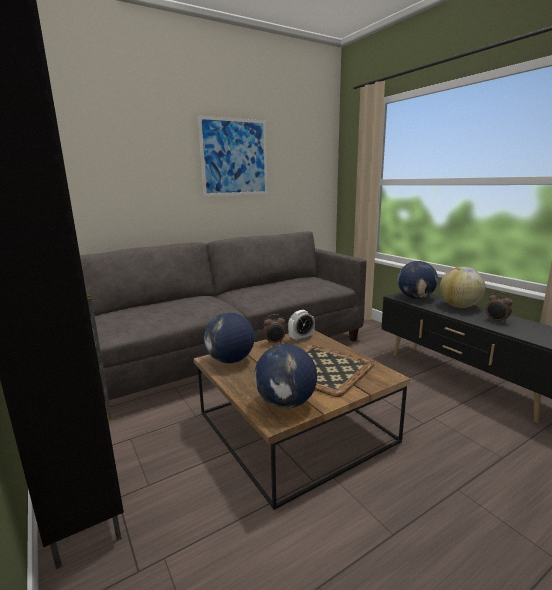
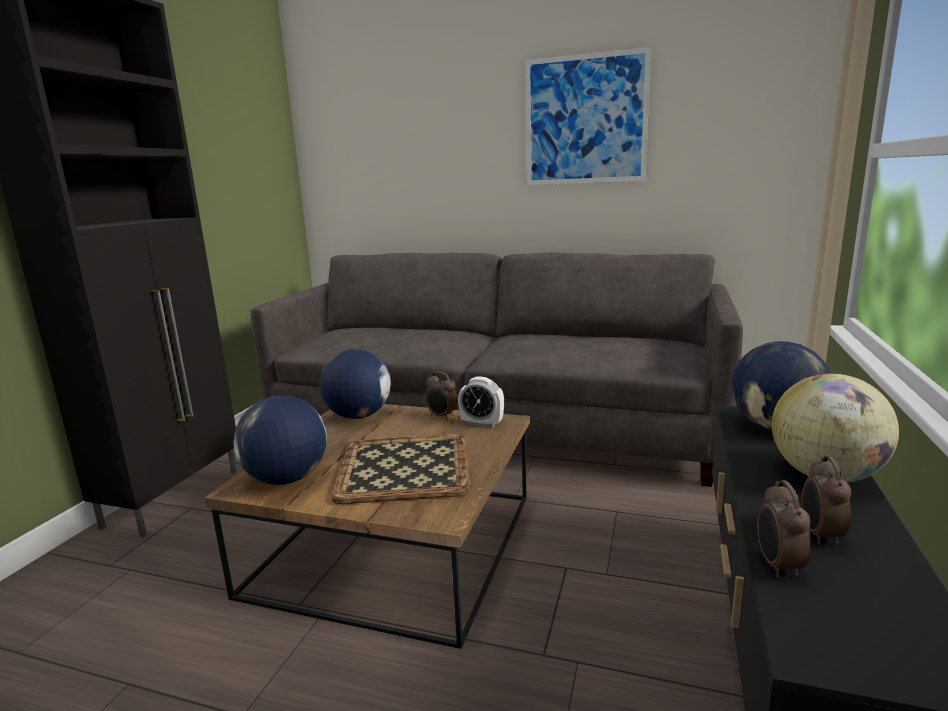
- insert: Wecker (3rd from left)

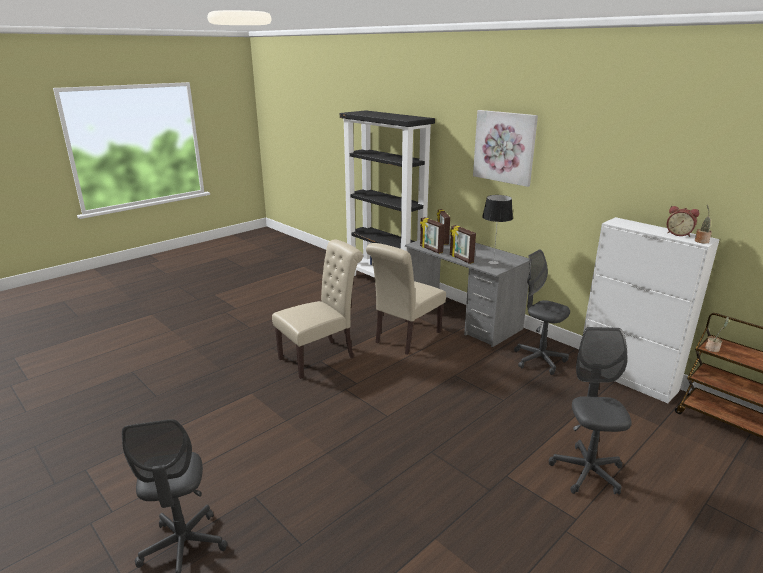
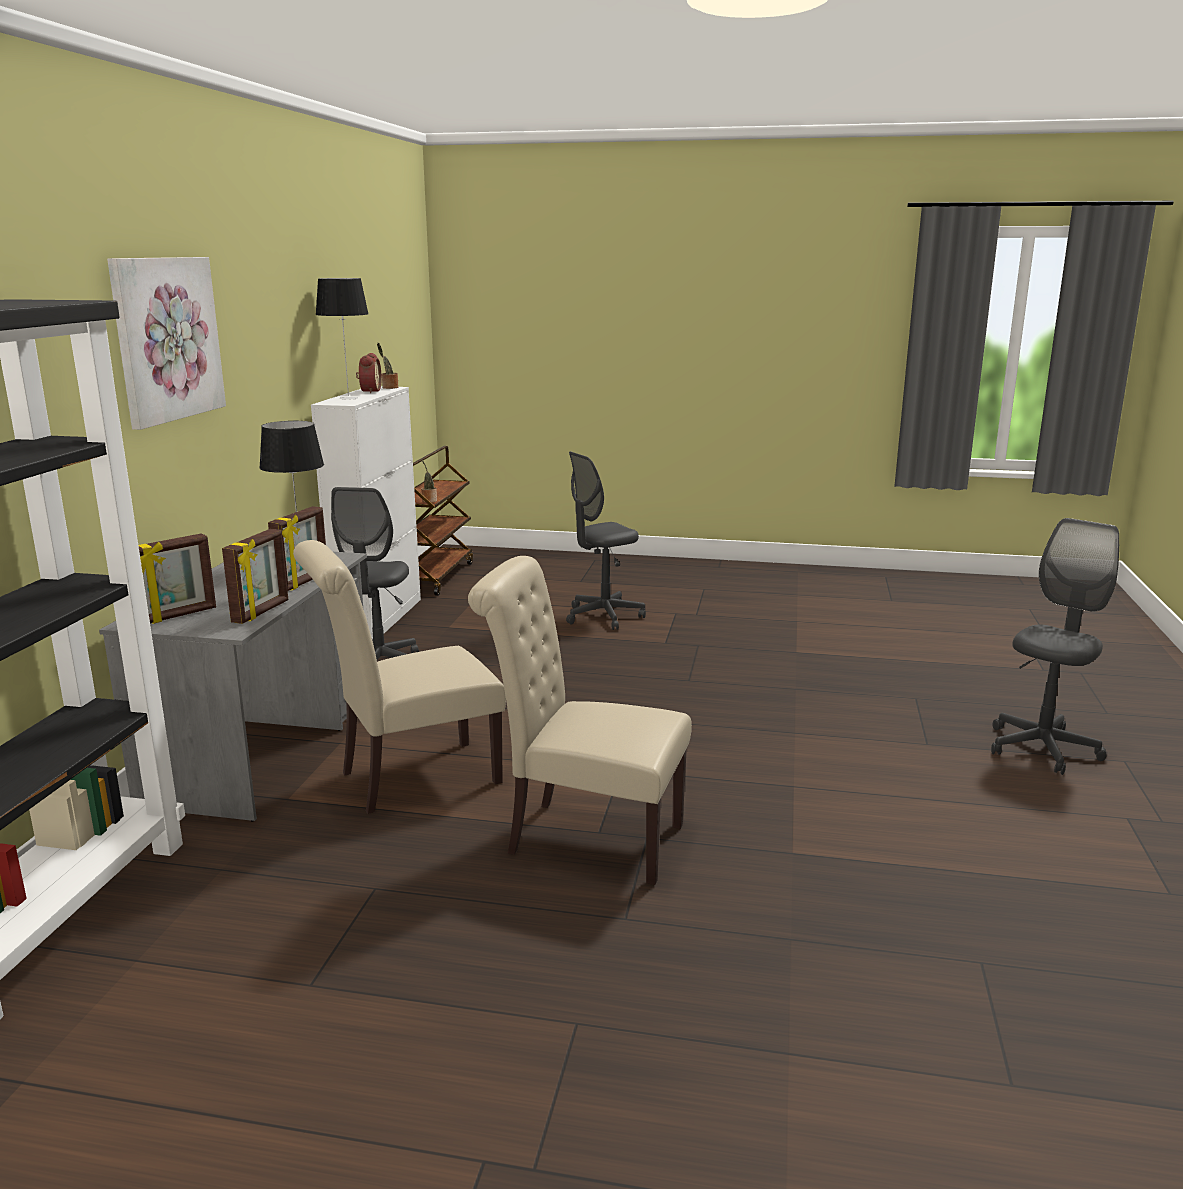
- insert: Tischlampe (2nd from left)
- rotate: Stuhl [beige] (2nd from left in the first image) 150 degrees clockwise

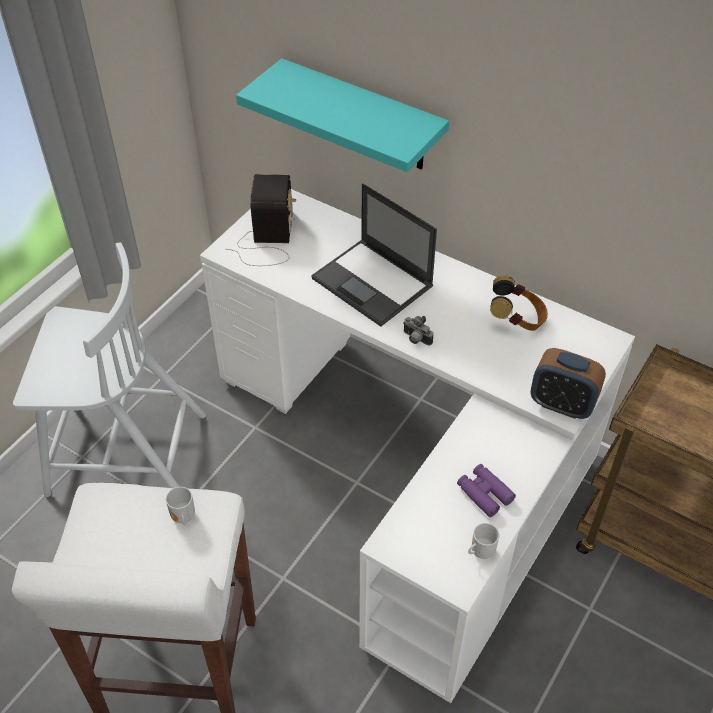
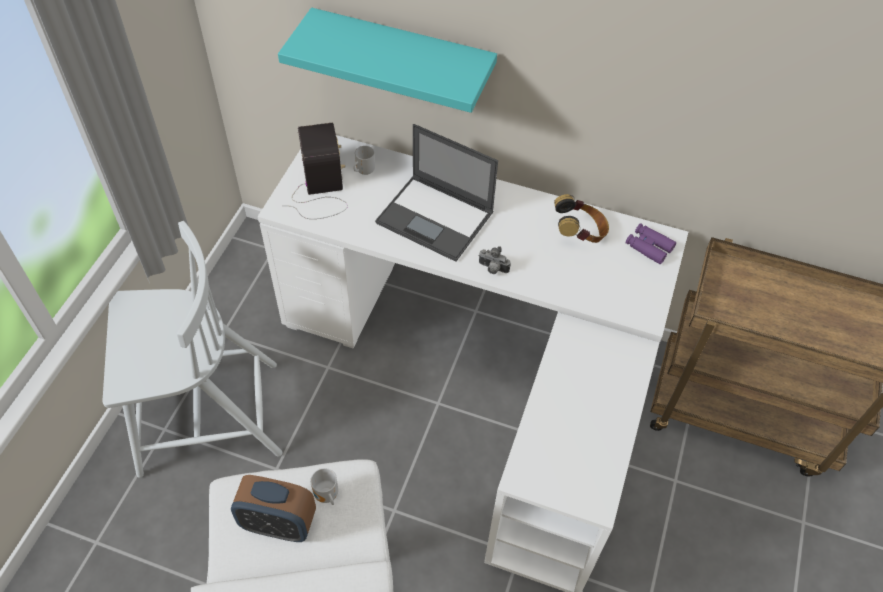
- move: Fernglas [lila]
- move: Henkelbecher (2nd from left)
- move: Wecker

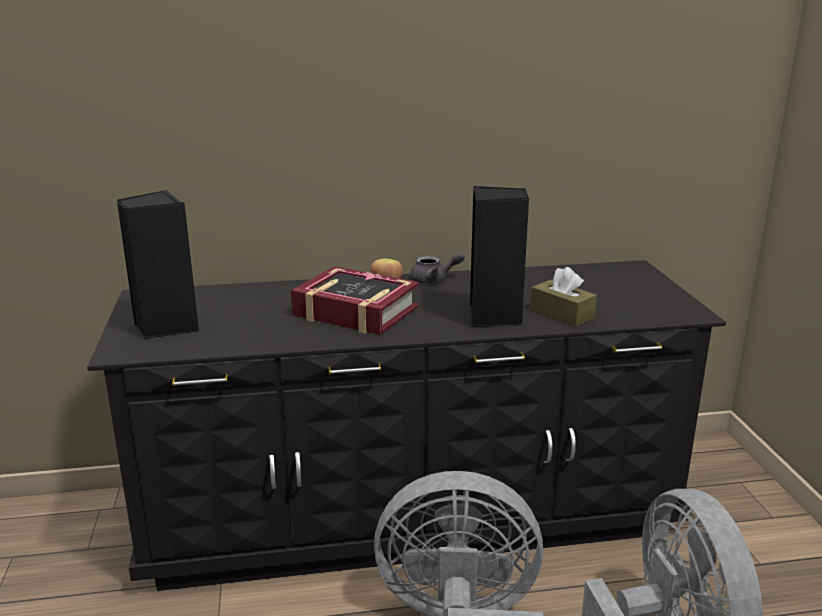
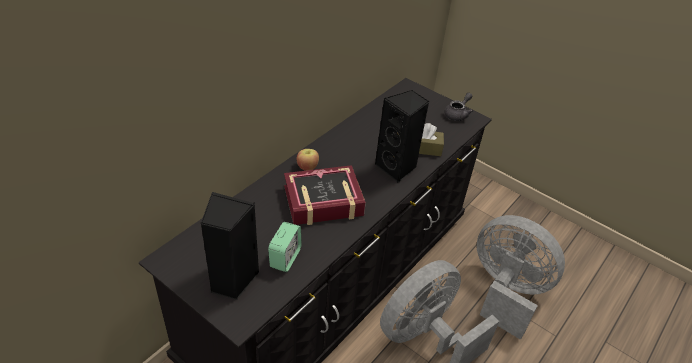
- insert: Wecker
- move: Teekanne [grau]

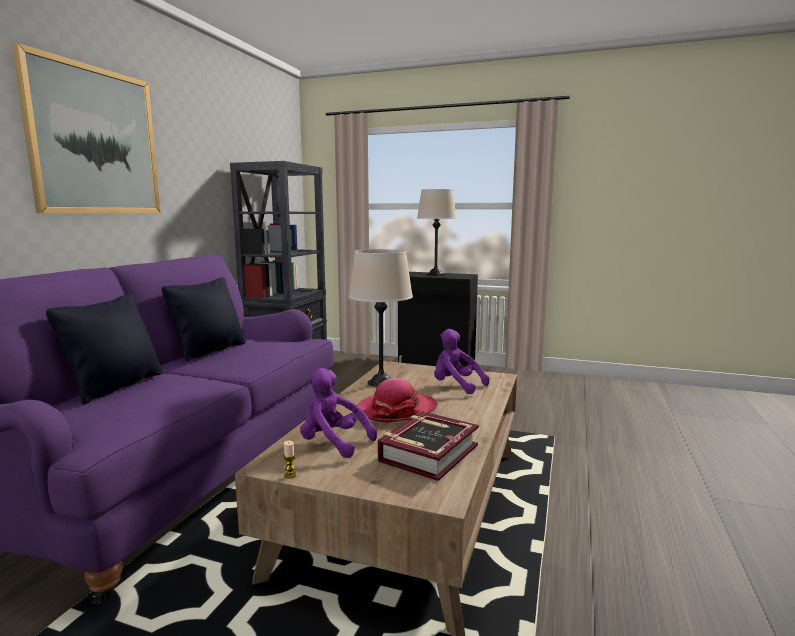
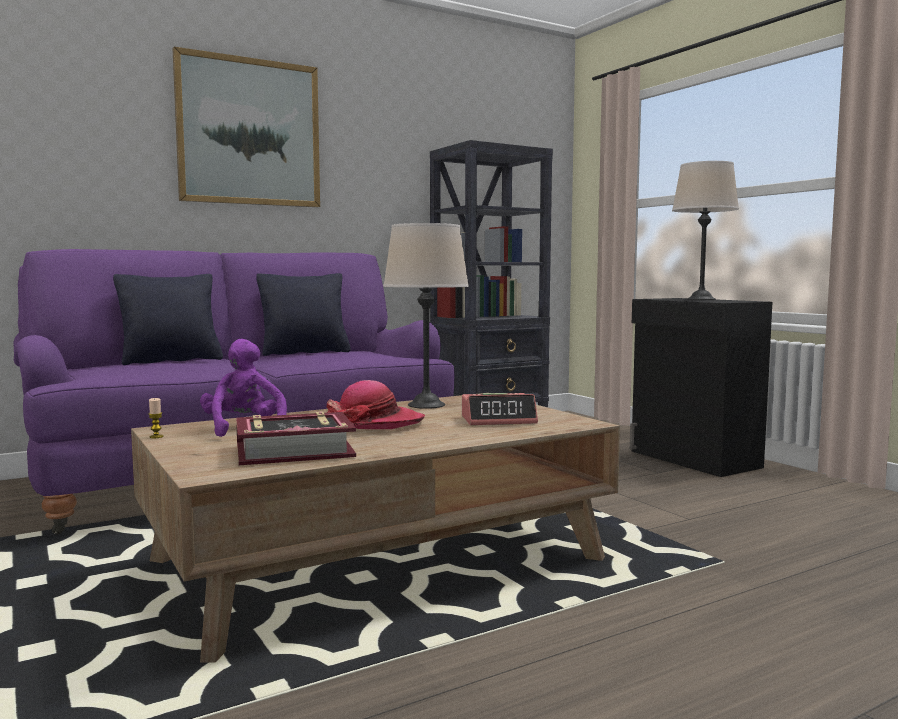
- replace: Plüschtier [lila] (2nd from left) to Wecker

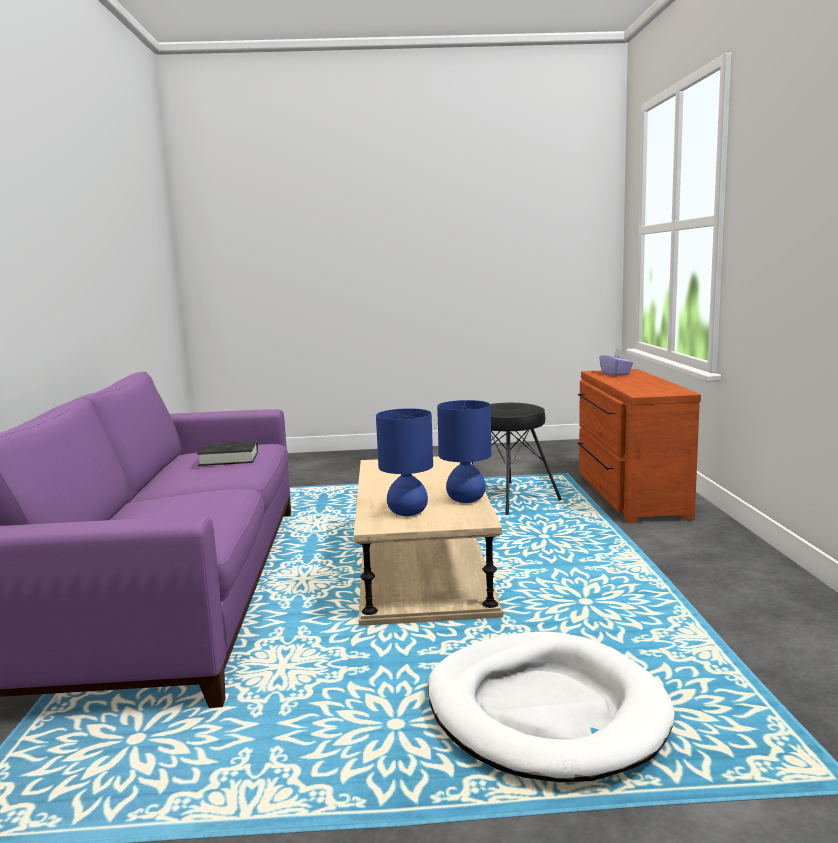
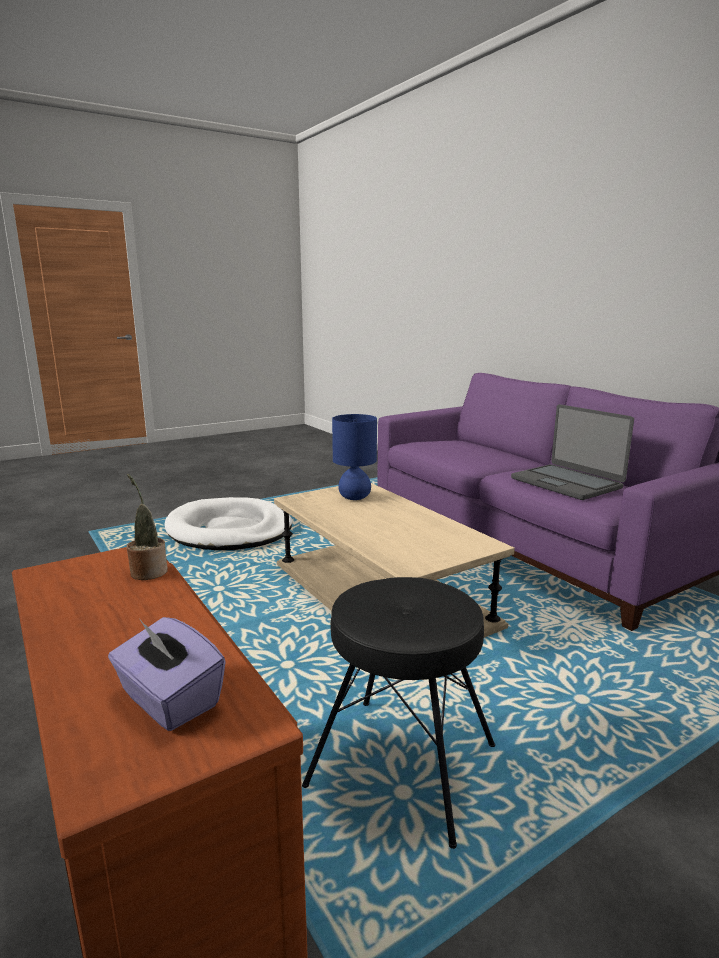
- delete: Tischlampe [blau] (2nd from left)
- insert: Topfpflanze
- replace: Buch [schwarz] to Laptop

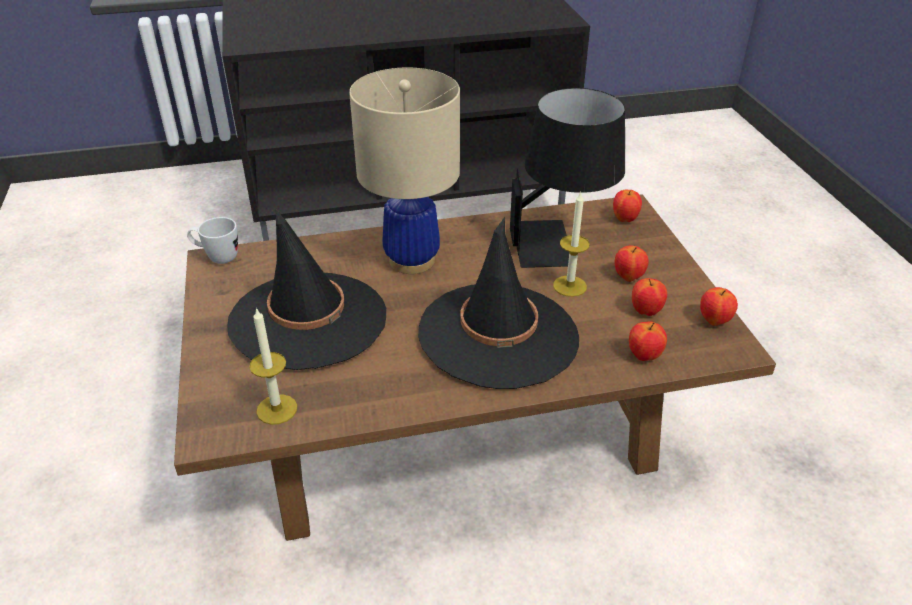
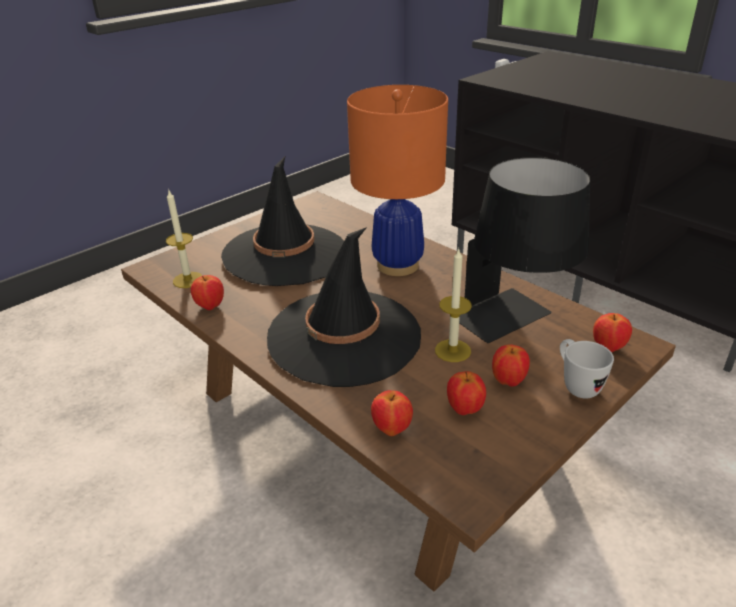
- move: Henkelbecher [weiß]
- move: Apfel (5th from left in the first image) to Apfel (1st from left)
- recolor: Tischlampe [beige] to Tischlampe [orange]

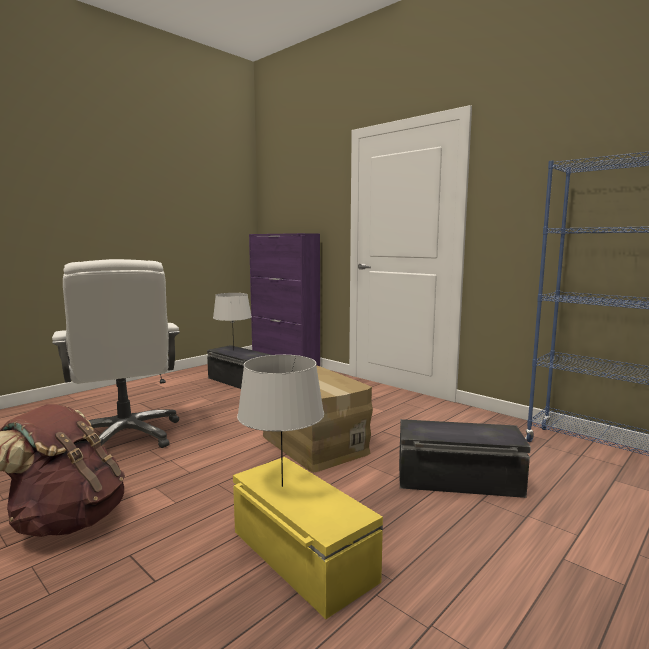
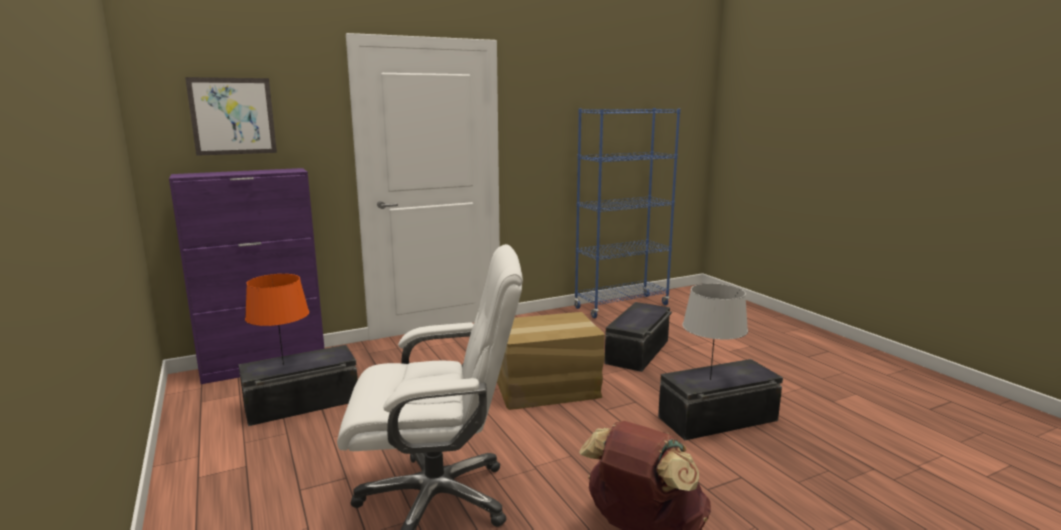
- insert: Bild
- recolor: Tischlampe [grau] (1st from left) to Tischlampe [orange]
- recolor: Aufbewahrungsbox [gelb] to Aufbewahrungsbox [schwarz] (3rd from left)

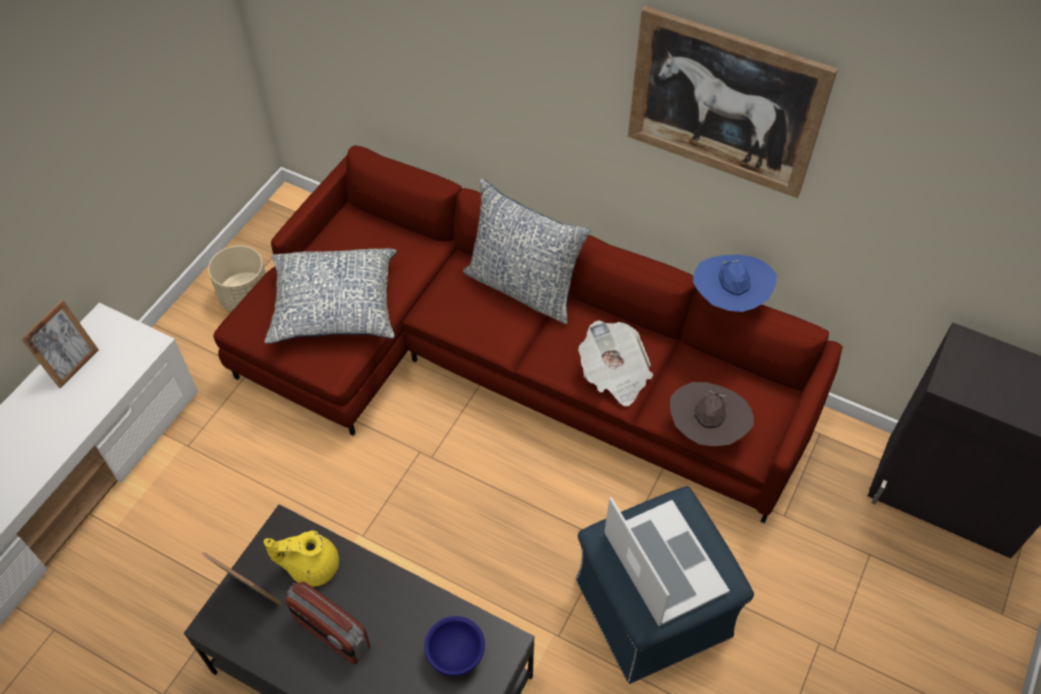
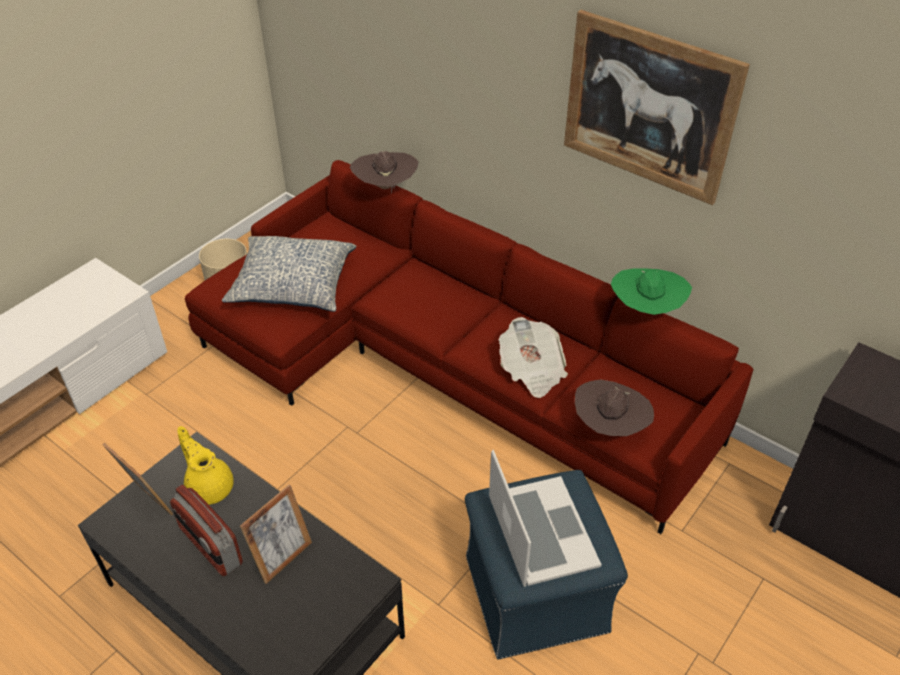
- delete: Schüssel [blau]
- delete: Kissen (2nd from left)
- insert: Hut [braun] (1st from left)
- move: Bilderrahmen (1st from left in the first image) to Bilderrahmen (2nd from left)
- recolor: Hut [blau] to Hut [grün]
- rotate: Teekanne [gelb] 45 degrees clockwise

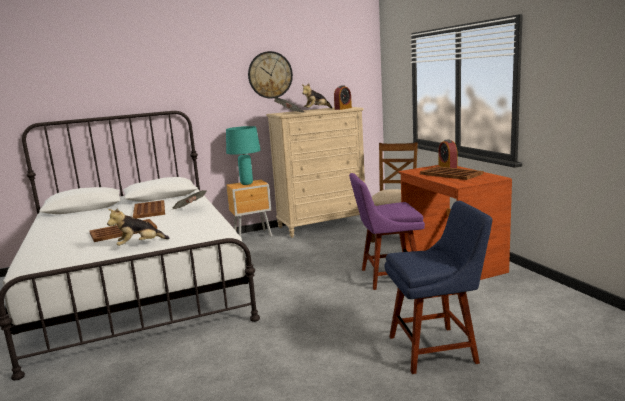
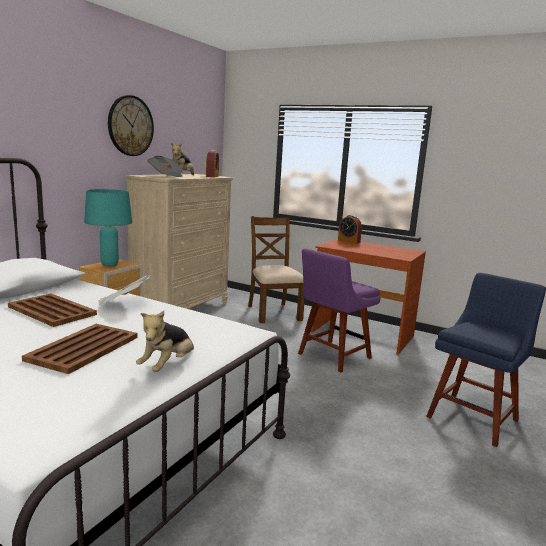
- delete: Tablett [braun] (3rd from left)

